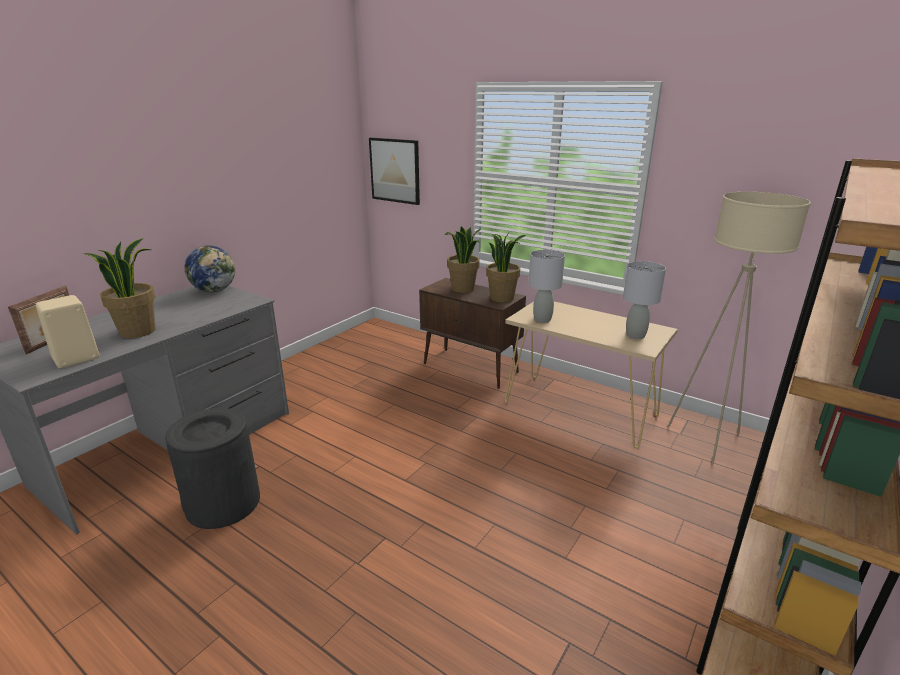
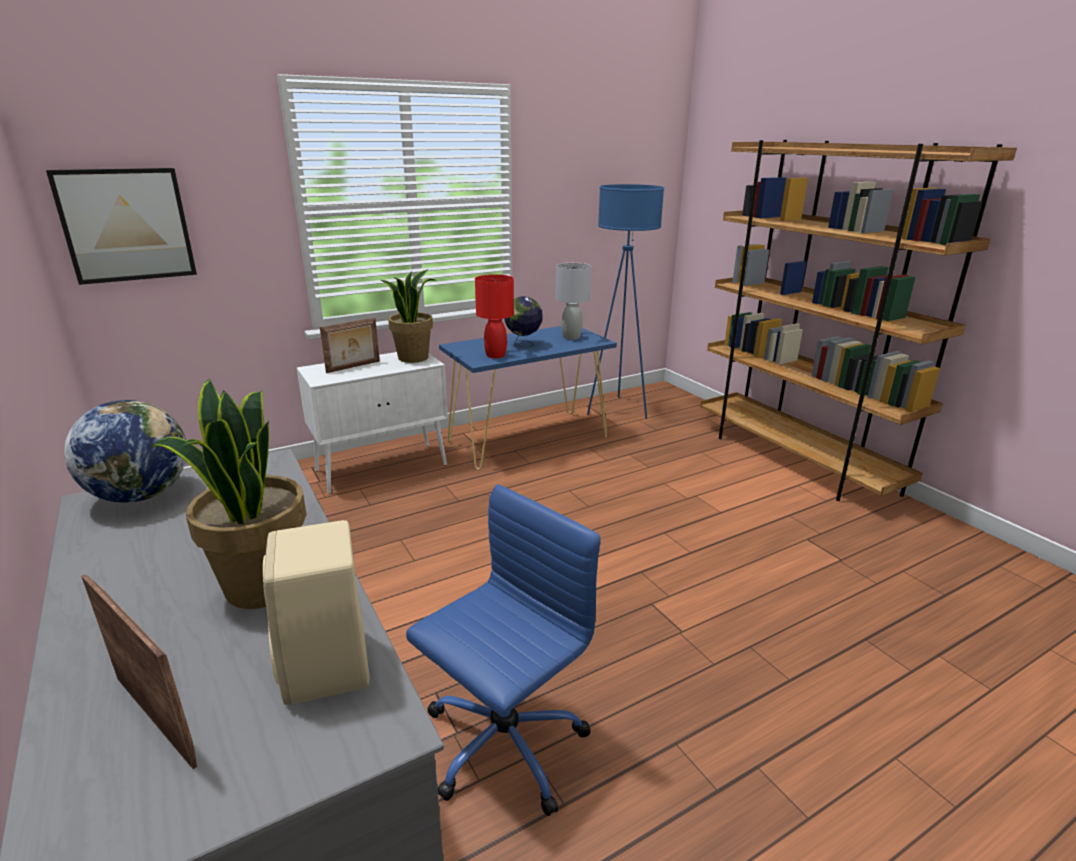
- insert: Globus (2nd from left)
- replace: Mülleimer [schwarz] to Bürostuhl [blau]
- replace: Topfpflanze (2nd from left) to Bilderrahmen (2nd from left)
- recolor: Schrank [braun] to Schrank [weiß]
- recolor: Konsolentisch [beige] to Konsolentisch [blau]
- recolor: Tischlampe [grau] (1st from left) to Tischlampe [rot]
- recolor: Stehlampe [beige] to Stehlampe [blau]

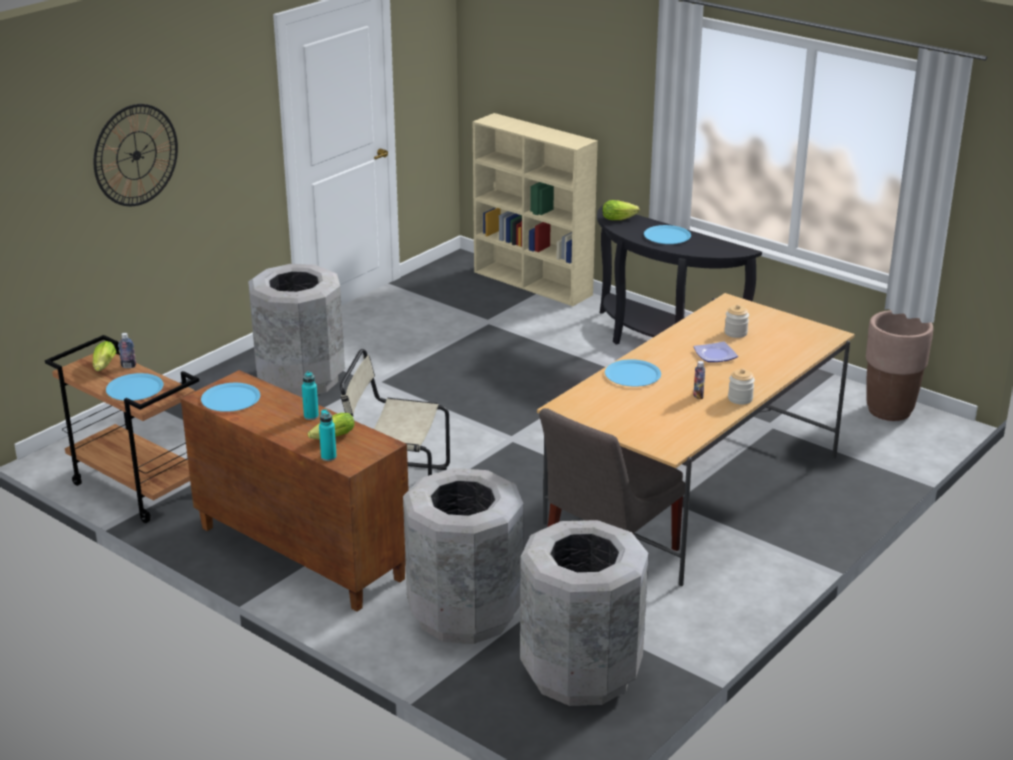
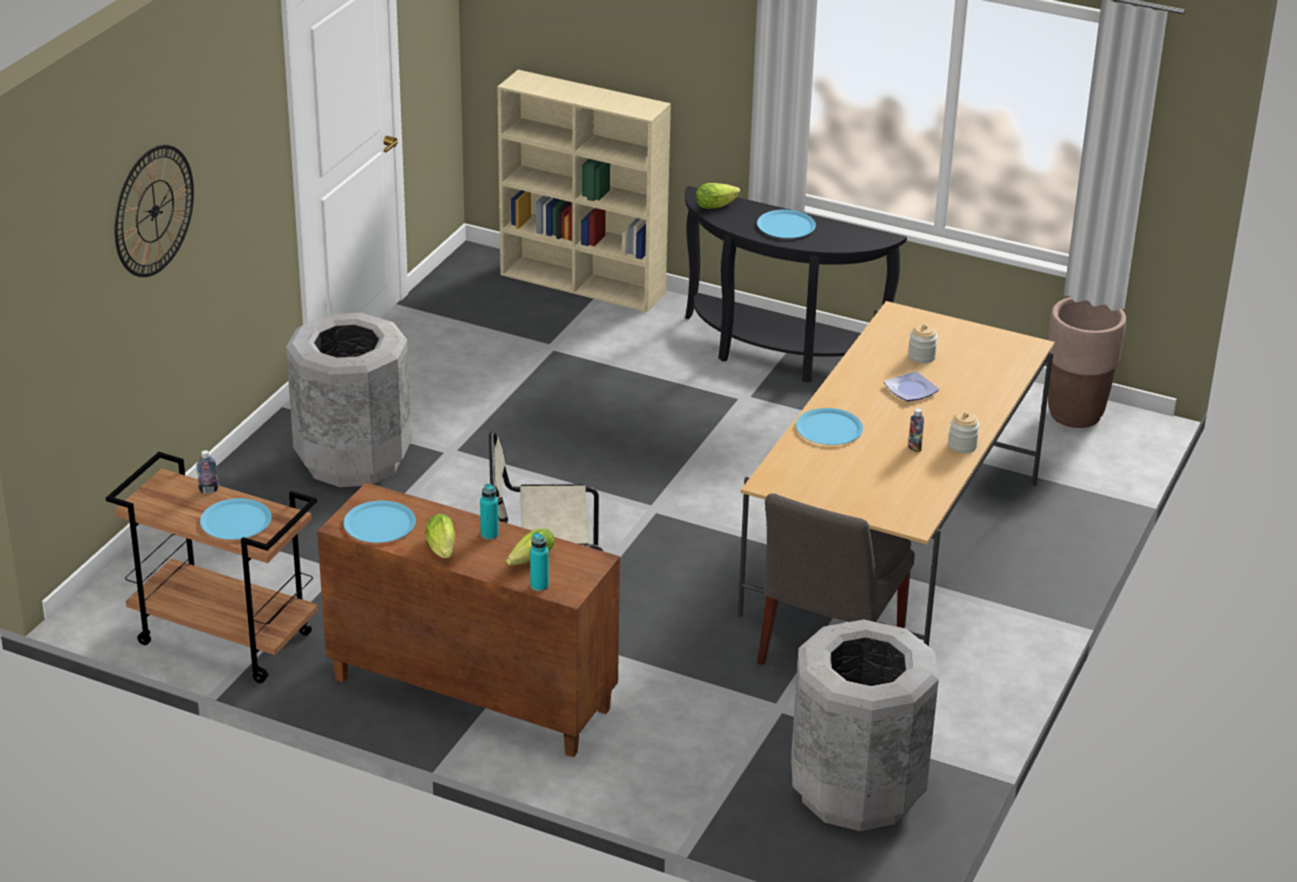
- delete: Mülleimer [grau] (2nd from left)
- move: Salatkopf (1st from left)

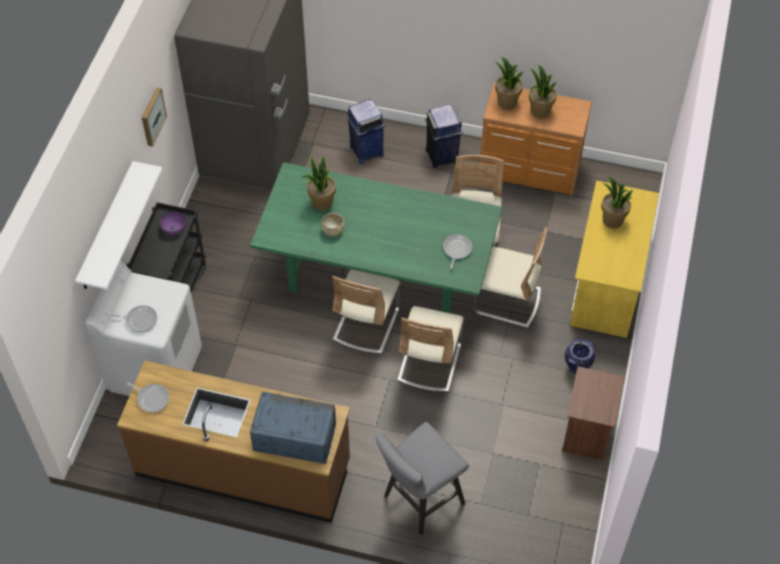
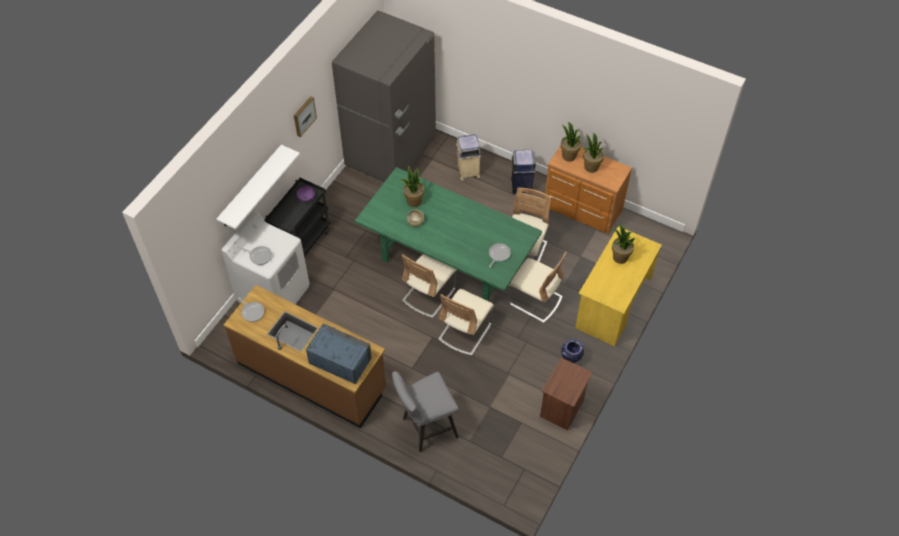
- recolor: Mülleimer [blau] (1st from left) to Mülleimer [beige]

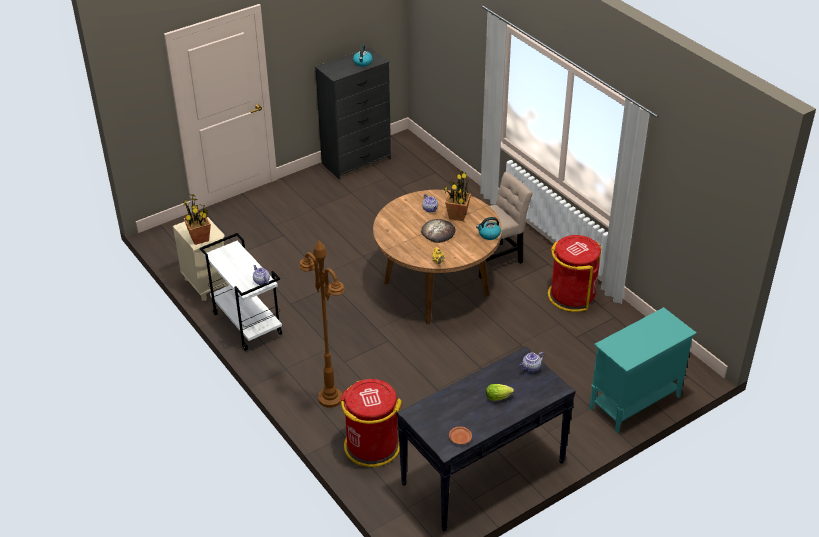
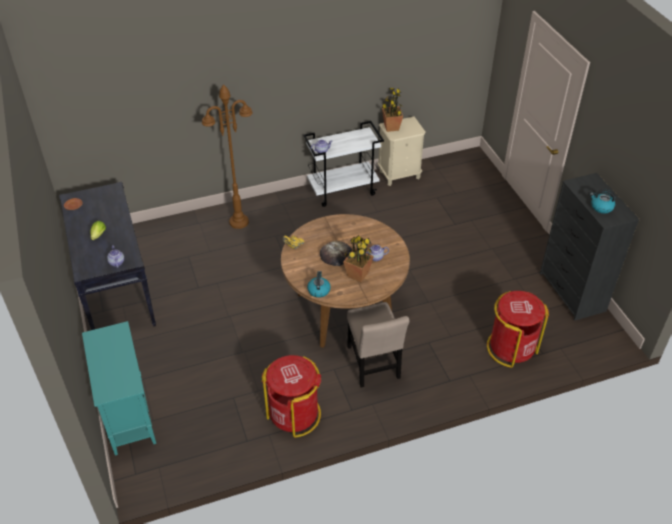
- move: Mülleimer [rot] (1st from left in the first image) to Mülleimer [rot] (2nd from left)

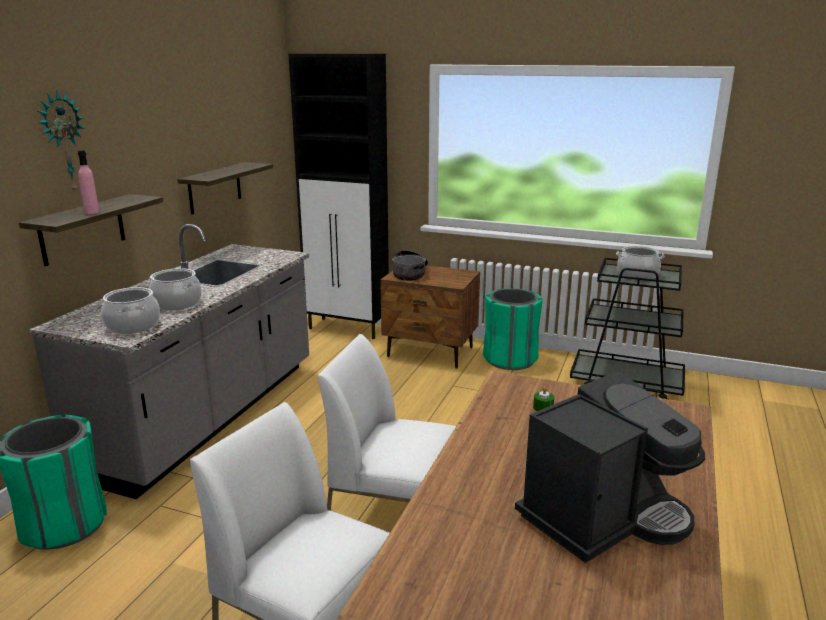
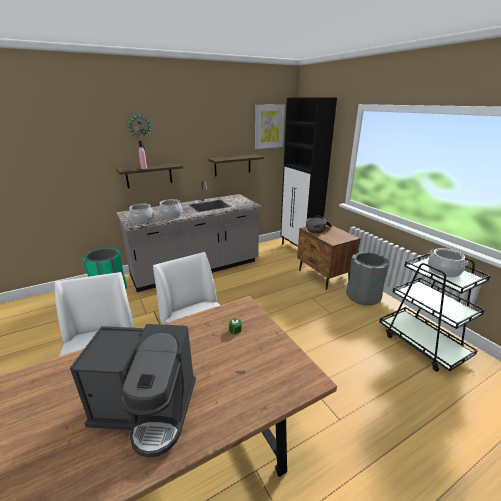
- insert: Bild
- recolor: Mülleimer [grün] (2nd from left) to Mülleimer [grau]

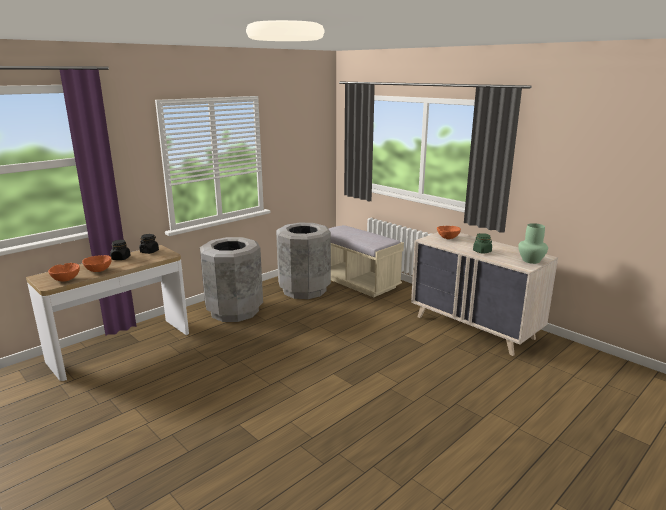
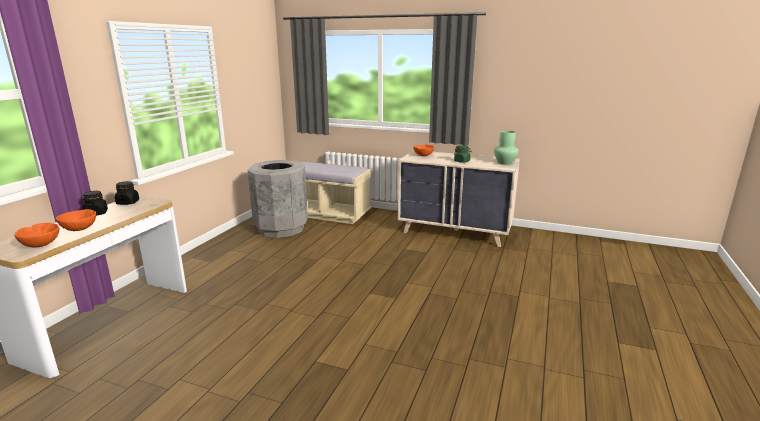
- delete: Mülleimer [grau] (1st from left)

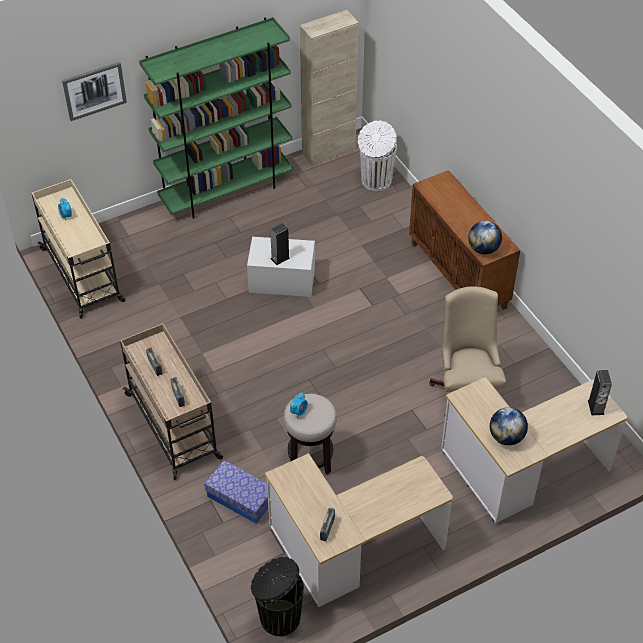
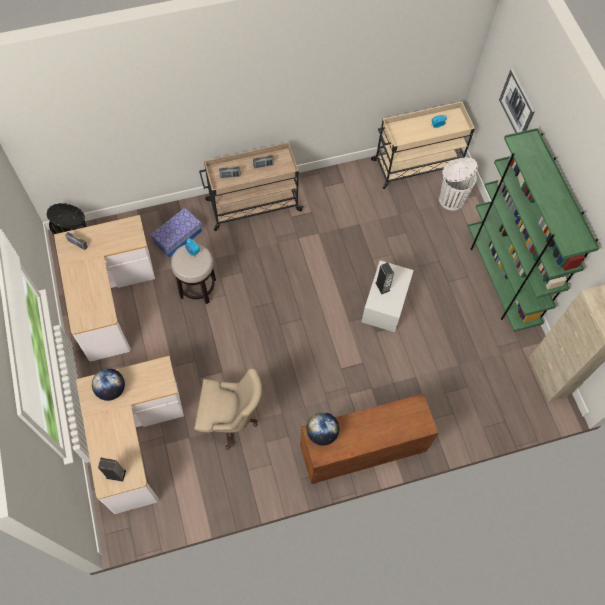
- move: Mülleimer [weiß]

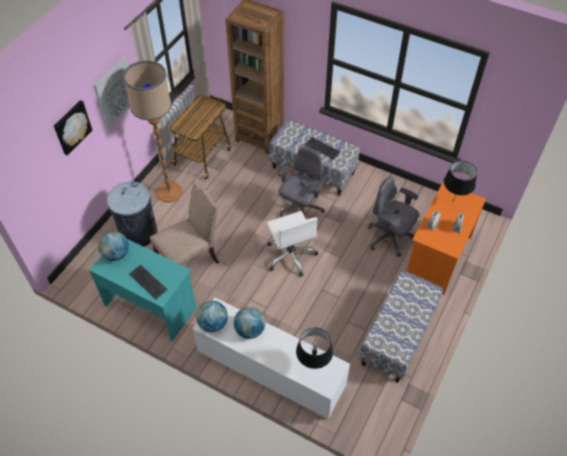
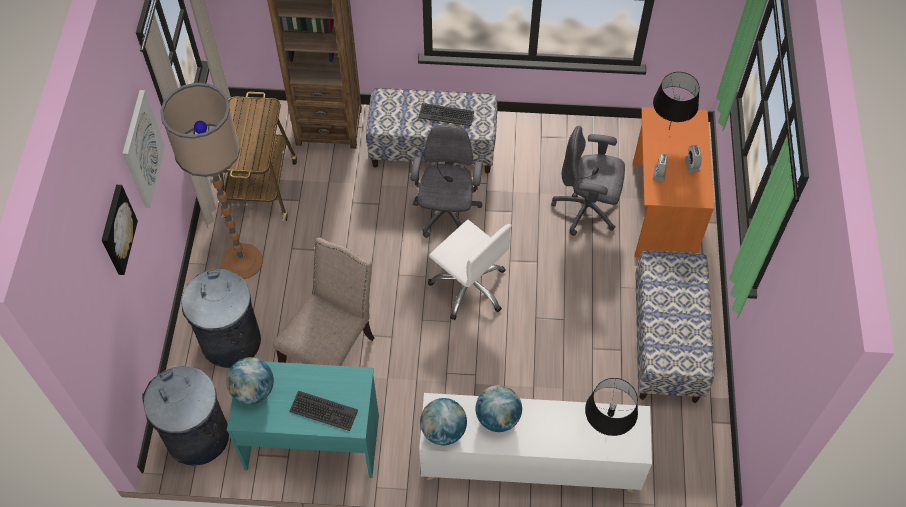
- insert: Mülleimer [grau] (1st from left)

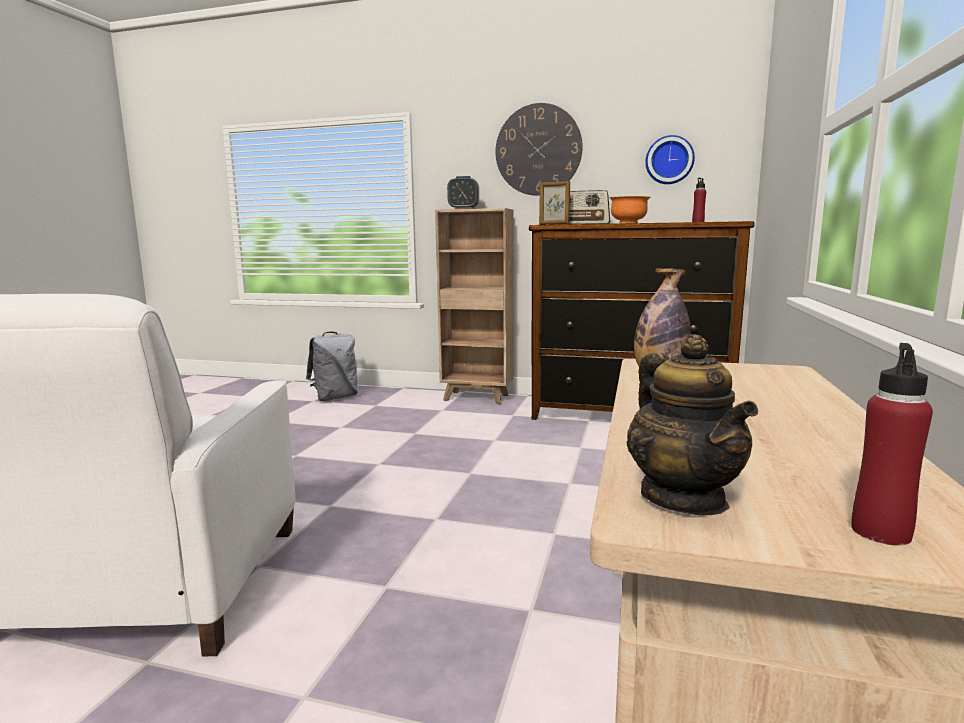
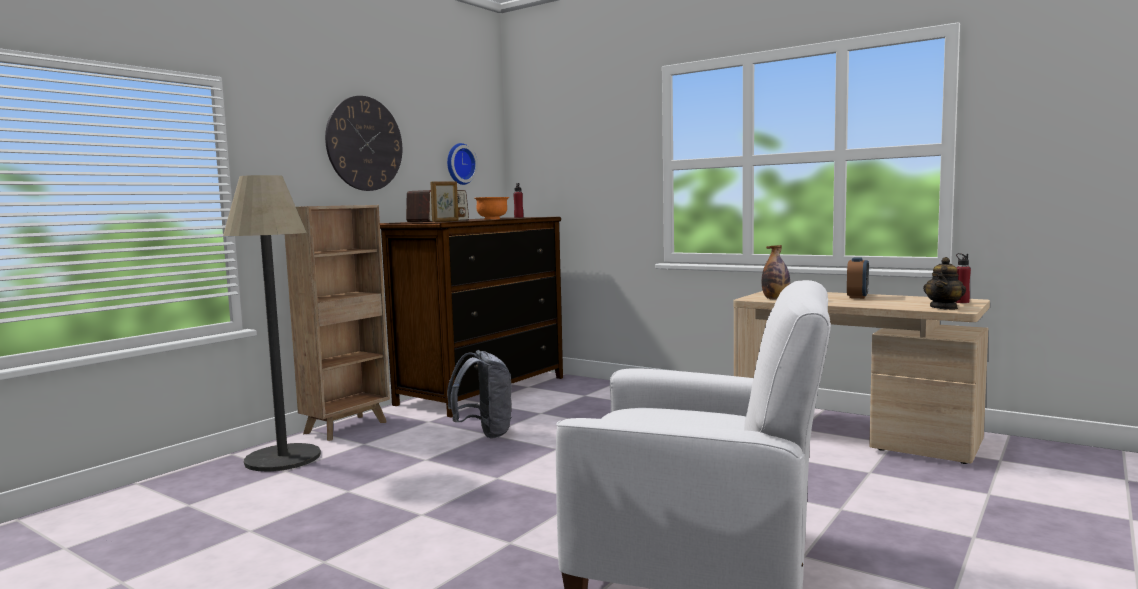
- insert: Stehlampe
- move: Rucksack [grau]
- move: Wecker
- rotate: Teekanne 120 degrees clockwise

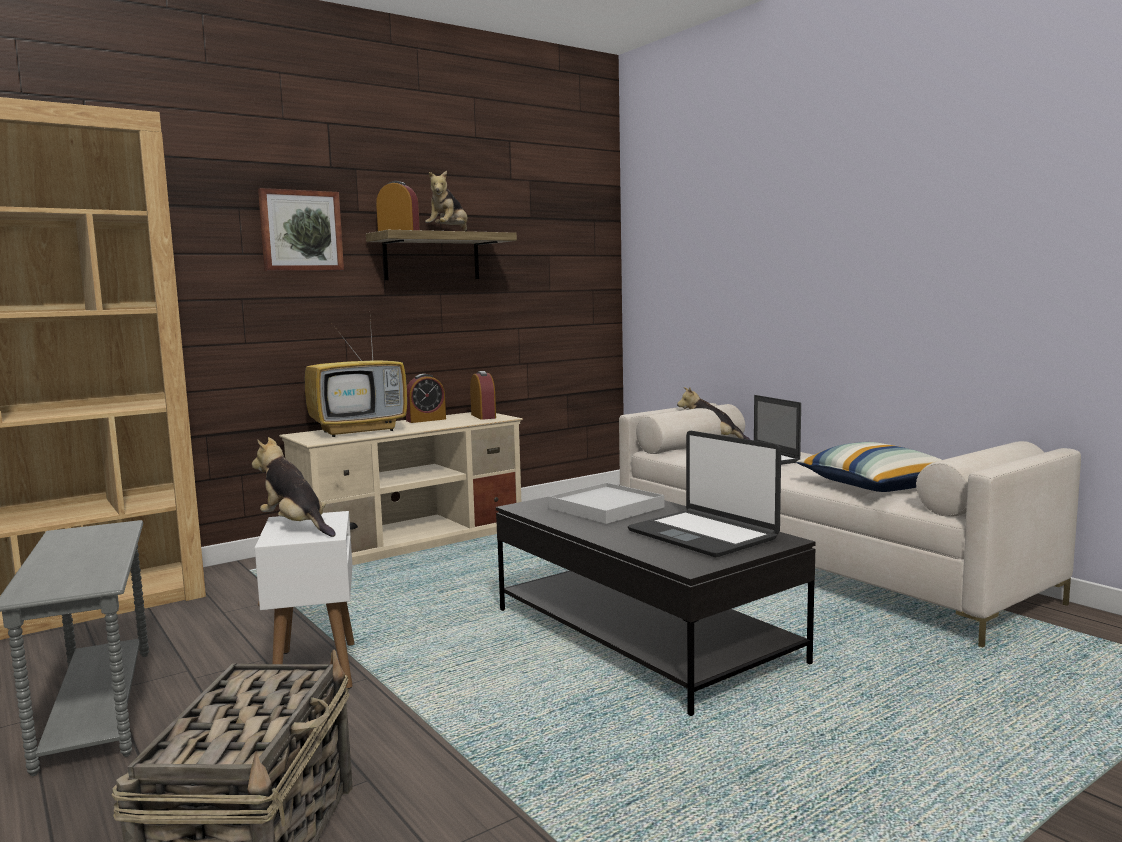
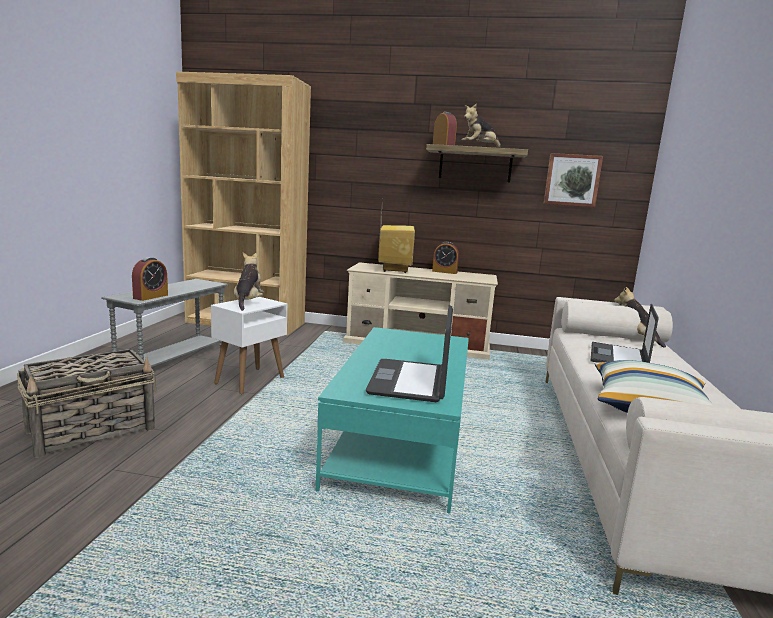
- delete: Tablett [weiß]
- move: Bild
- move: Wecker (3rd from left in the first image) to Wecker (1st from left)
- recolor: Couchtisch [schwarz] to Couchtisch [türkis]
- rotate: Fernseher 105 degrees counterclockwise

